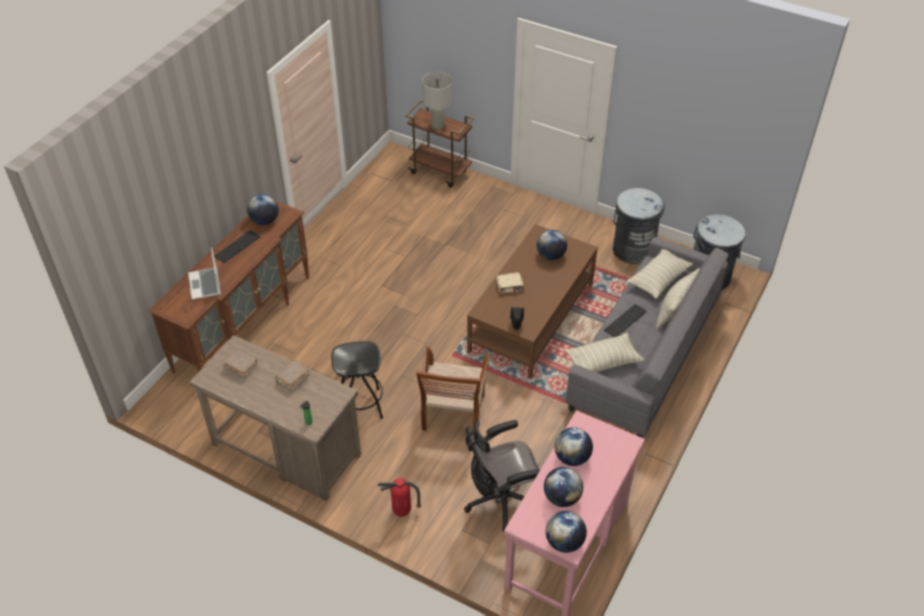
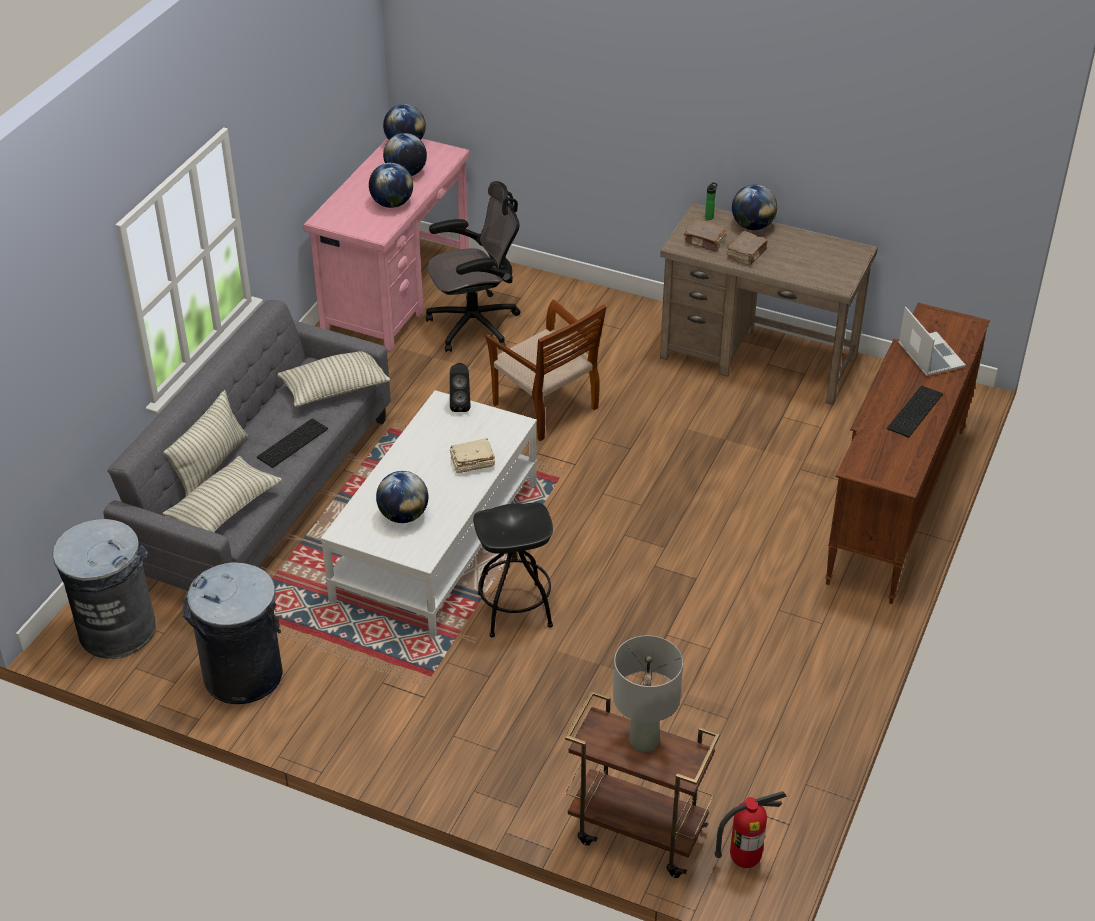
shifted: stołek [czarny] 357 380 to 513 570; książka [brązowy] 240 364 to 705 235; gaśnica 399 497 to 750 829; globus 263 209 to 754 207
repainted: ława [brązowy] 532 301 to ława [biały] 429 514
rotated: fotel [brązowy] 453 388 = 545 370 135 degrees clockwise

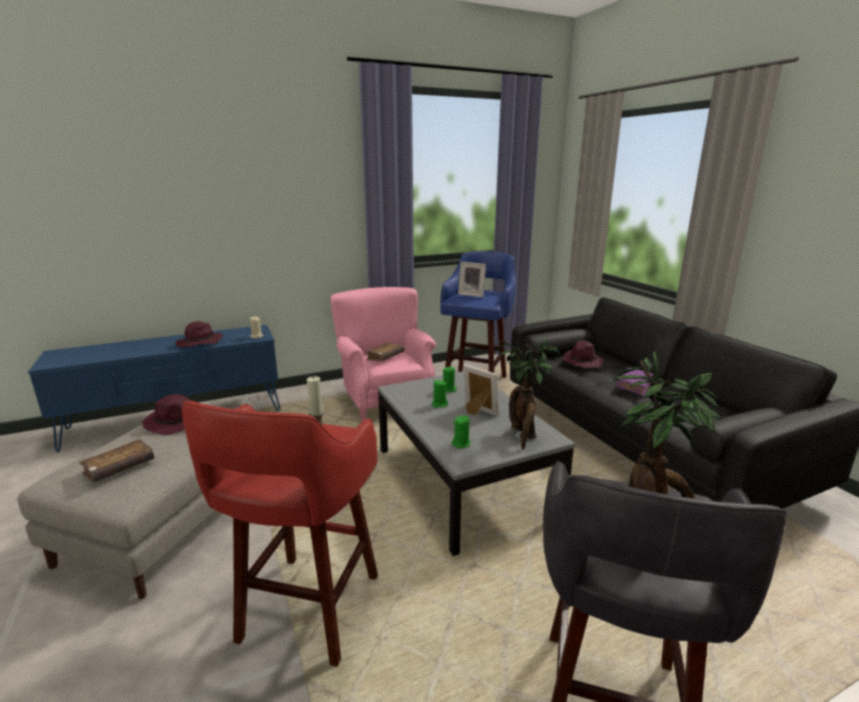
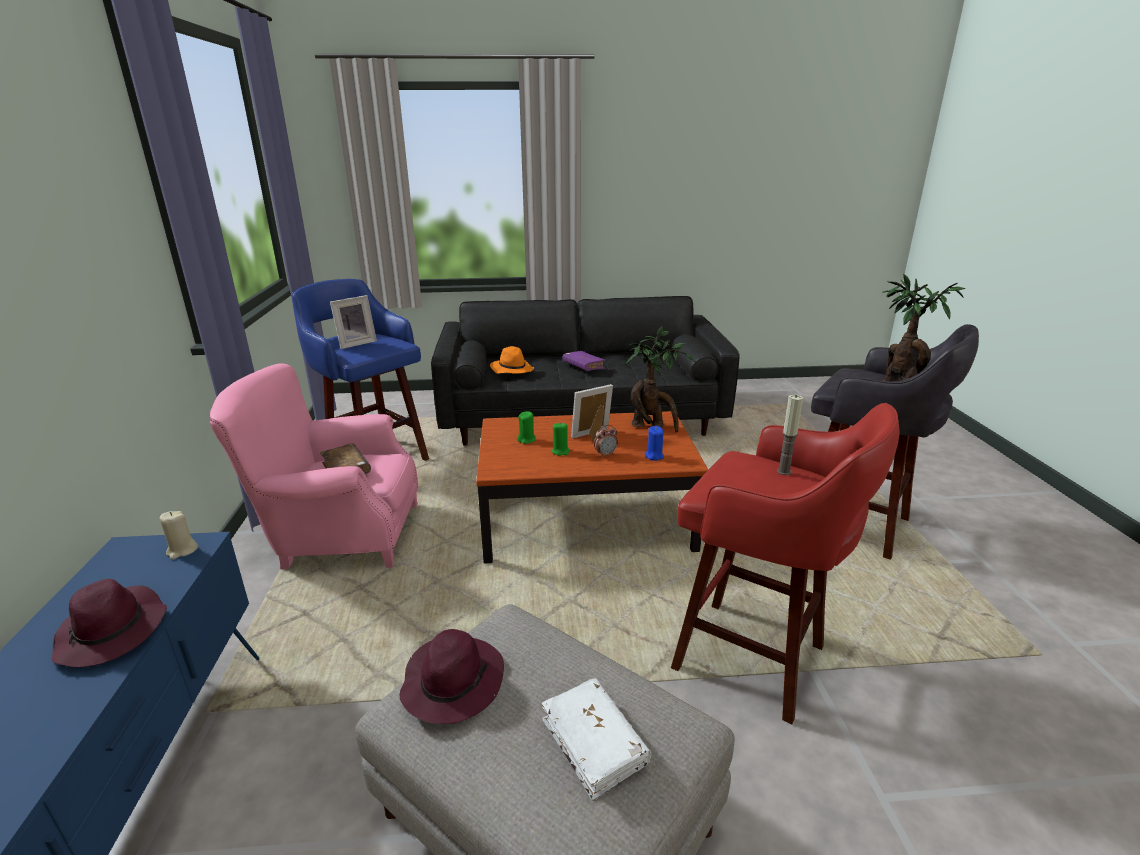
new: budzik 606 441
repainted: ława [szary] 476 463 to ława [brązowy] 592 487; kapelusz [fioletowy] 583 353 to kapelusz [pomarańczowy] 512 360; książka [brązowy] 116 460 to książka [biały] 596 740; świeca [zielony] 461 431 to świeca [niebieski] 654 443

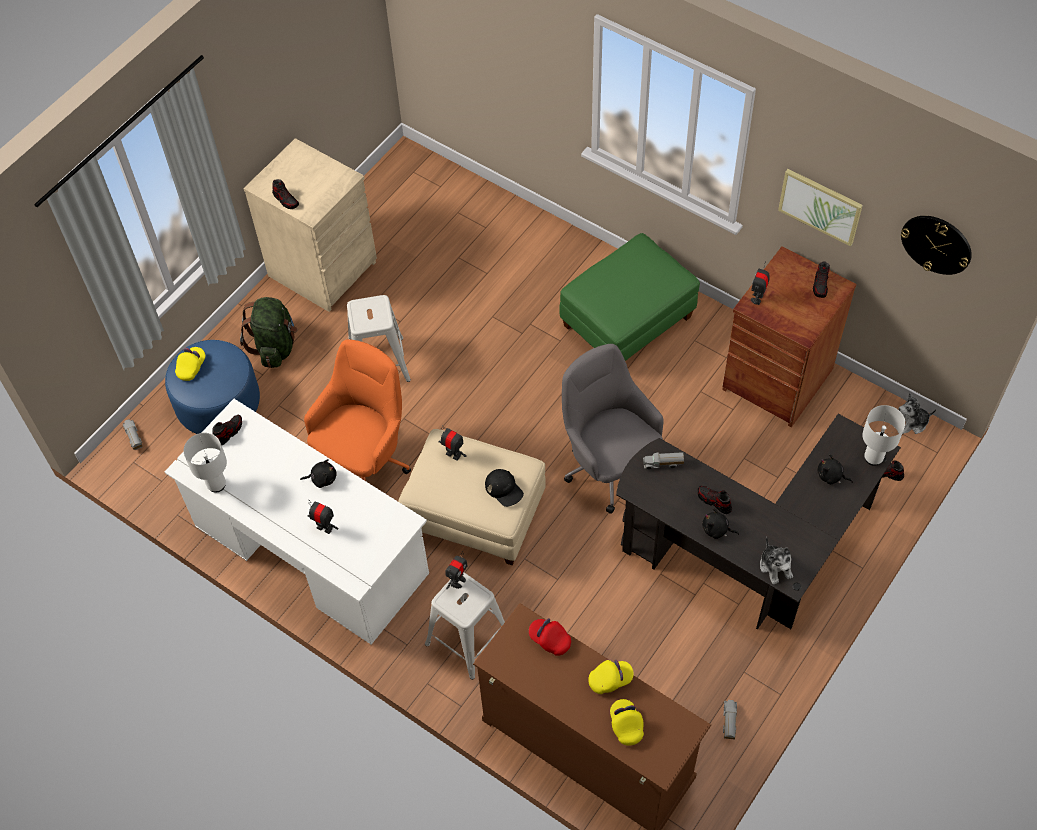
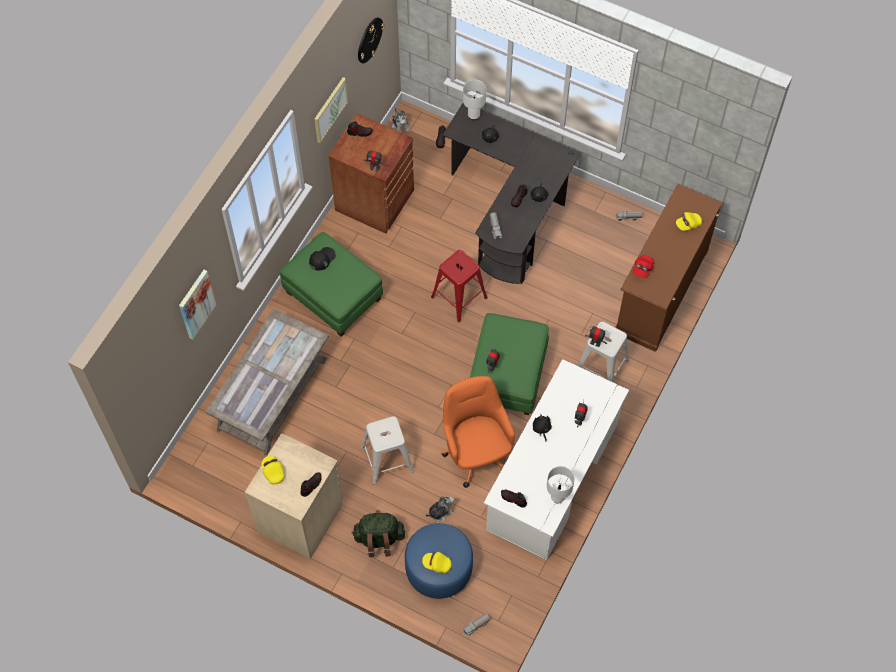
new: obraz 198 304; ława 267 382
shifted: czapka z daszkiem [żółty] 611 677 to 273 470; czapka z daszkiem [czarny] 504 488 to 322 259; pluszak 776 561 to 439 509
swapped: krzesło biurowe [szary] 613 429 to stołek [czerwony] 459 286
repainted: pufa [beżowy] 472 497 to pufa [zielony] 509 364
rotated: krzesło biurowe [pomarańczowy] 357 410 = 478 432 45 degrees clockwise

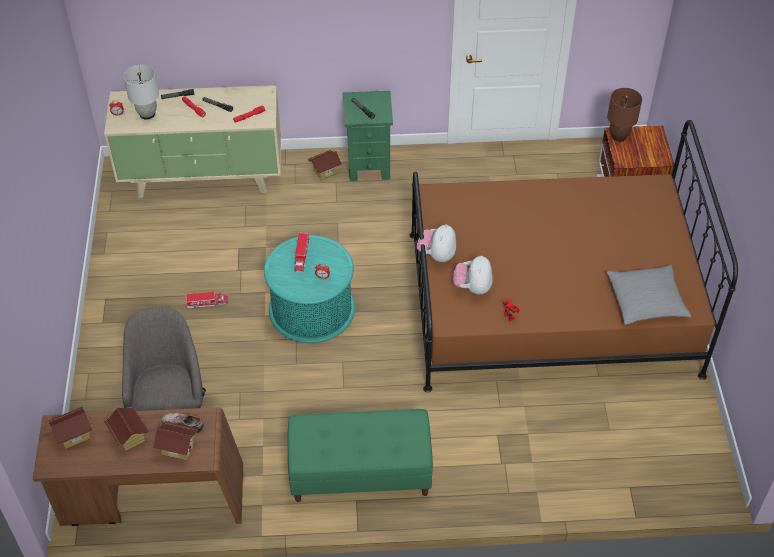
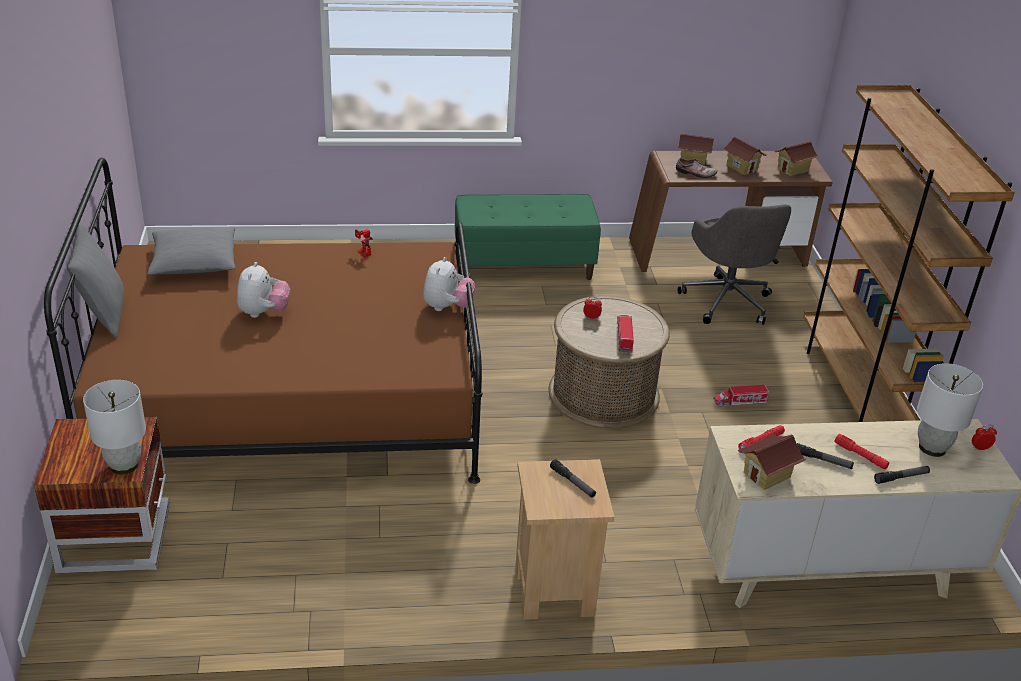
new: poduszka [szary] 95 280; regał [brązowy] 909 253
shifted: pluszak 473 275 to 263 290; domek 325 165 to 772 462
repainted: lampa stołowa [brązowy] 624 115 to lampa stołowa [biały] 114 427; szafka nocna [zielony] 368 136 to szafka nocna [beżowy] 564 539; ława [turkusowy] 309 289 to ława [brązowy] 609 362

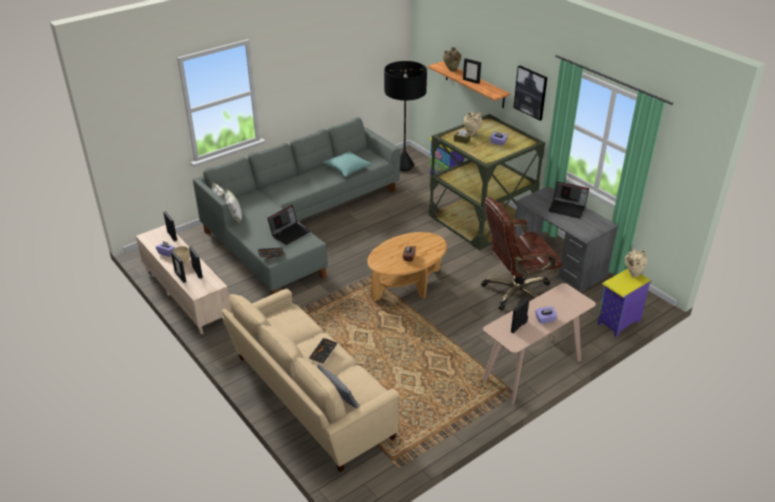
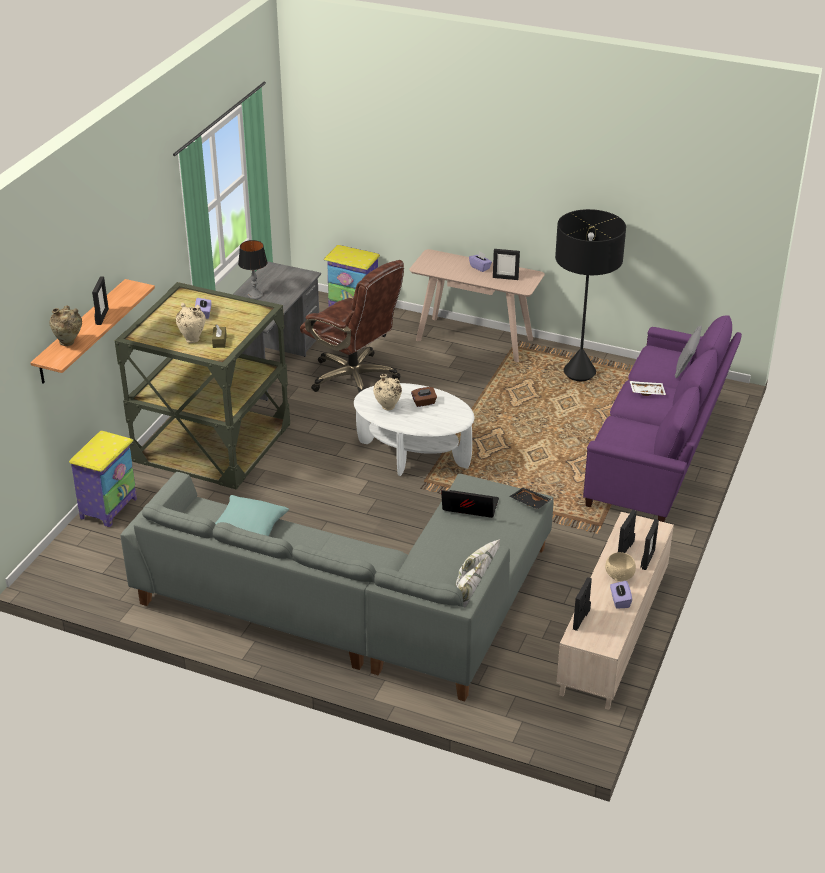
gone: obraz 530 93
shifted: wazon [beżowy] 636 263 to 387 392; lampa stojąca [czarny] 405 116 to 590 295
swapped: laptop 568 200 to lampa stołowa 252 269
repainted: ława [brązowy] 407 266 to ława [biały] 414 429; kanapa [beżowy] 311 380 to kanapa [fioletowy] 662 418; taca [czarny] 323 350 to taca [biały] 648 388

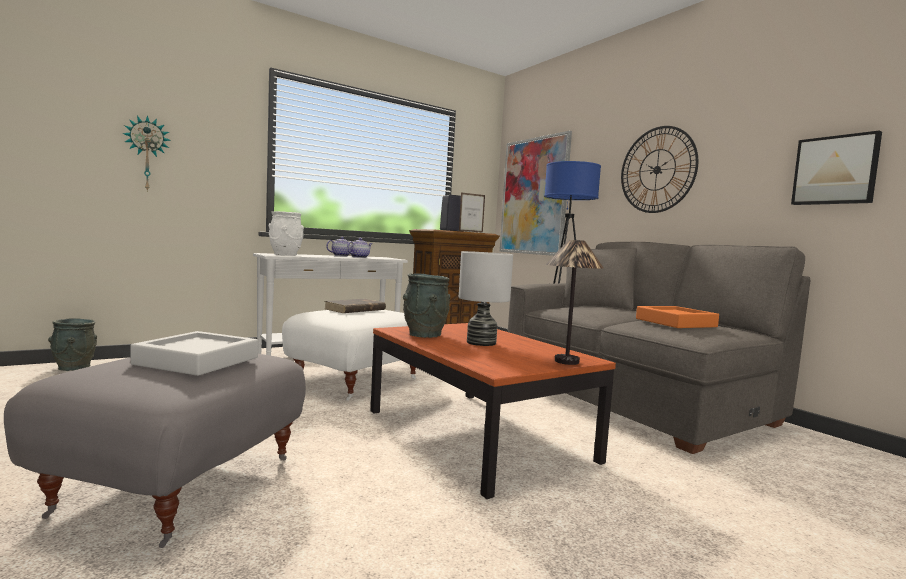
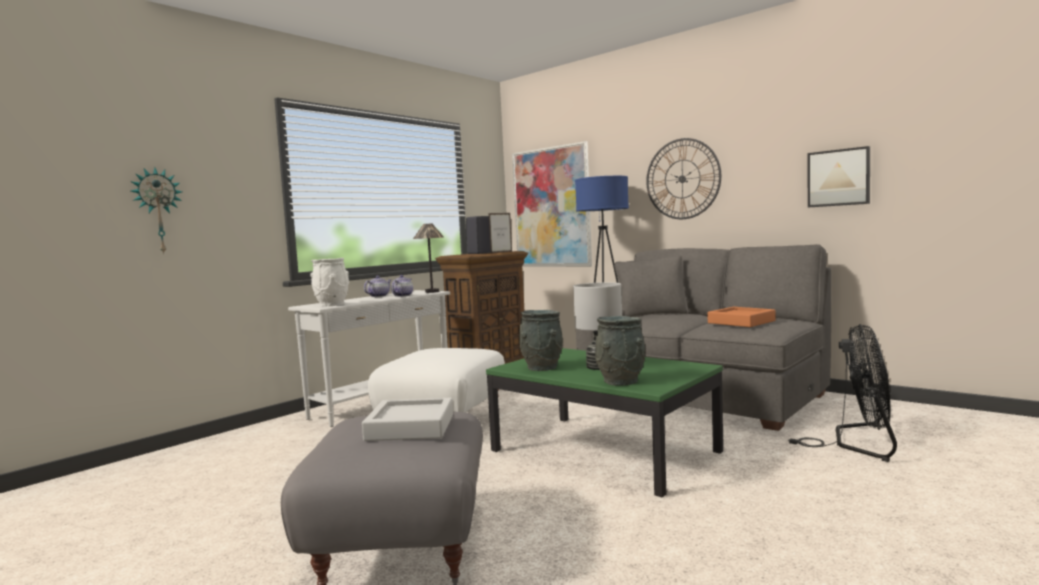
gone: książka [brązowy] 355 306
new: wentylator [czarny] 842 393
shifted: lampa stołowa 574 302 to 428 258; wazon [szary] 72 344 to 620 351
repainted: ława [brązowy] 493 411 to ława [zielony] 604 422

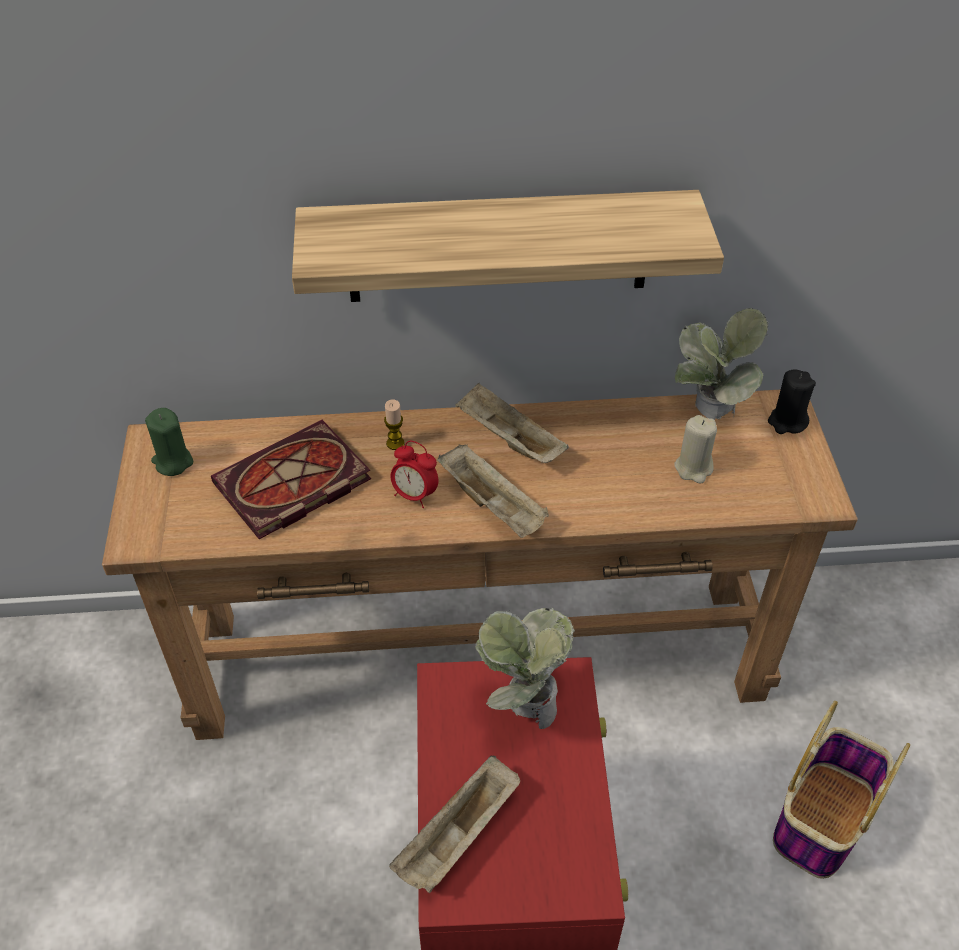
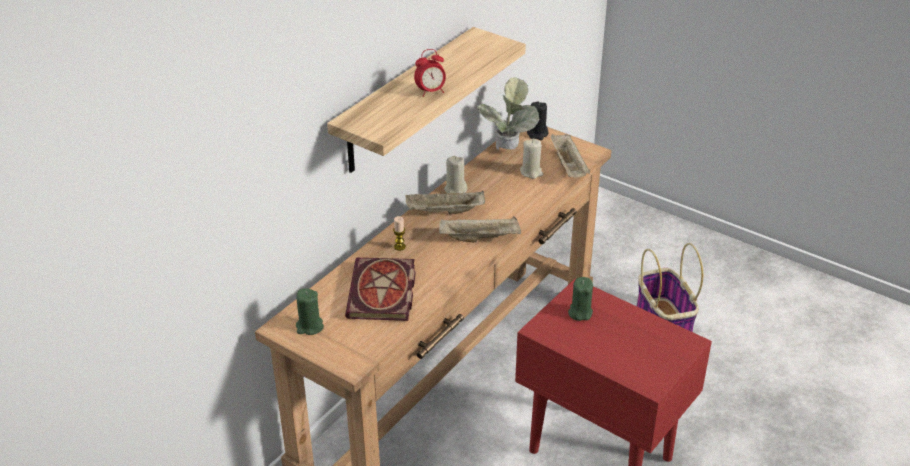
new: świeca [beżowy] 455 174
shifted: budzik 414 474 to 430 73; taca [beżowy] 454 824 to 570 156
swapped: roślina doniczkowa 525 668 to świeca [zielony] 580 299

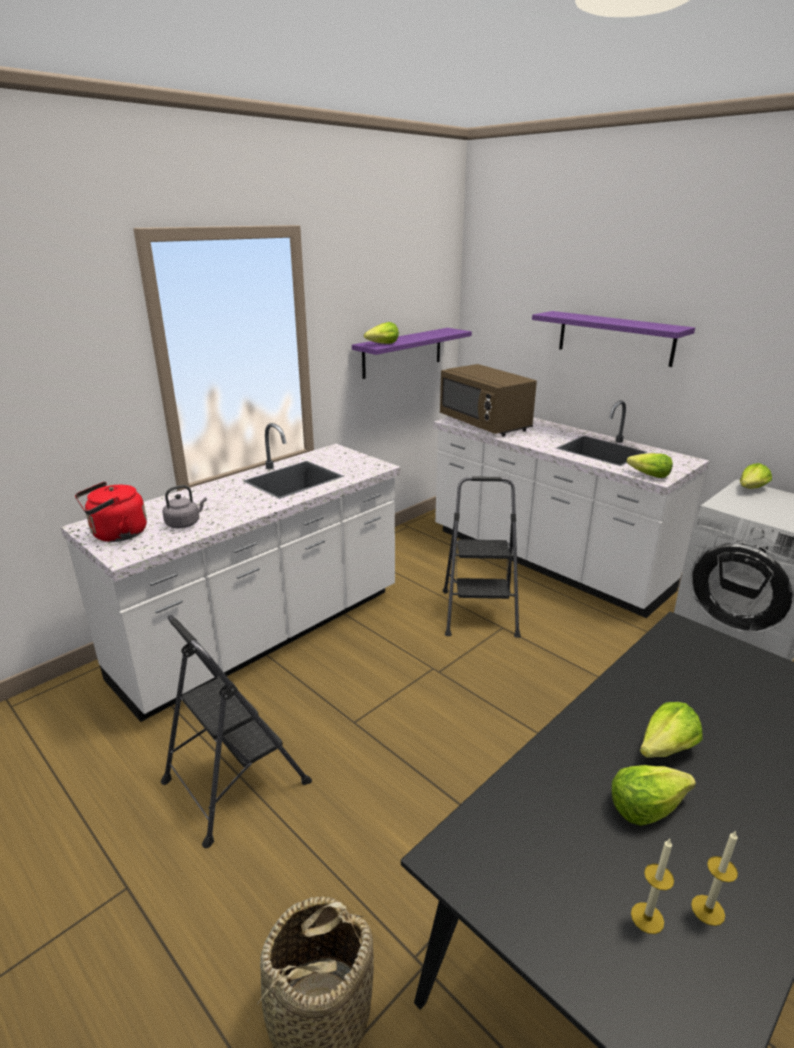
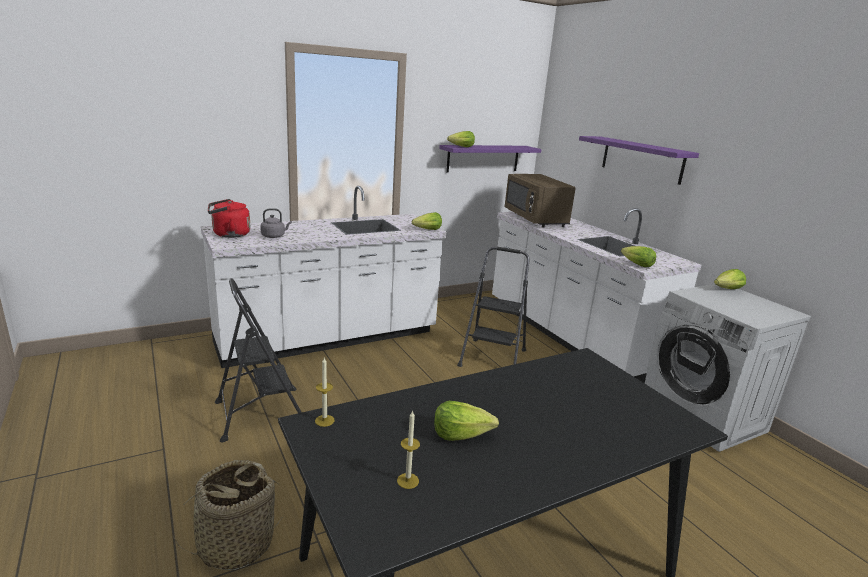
shifted: świeca 714 878 to 325 392; sałata 671 730 to 427 221

